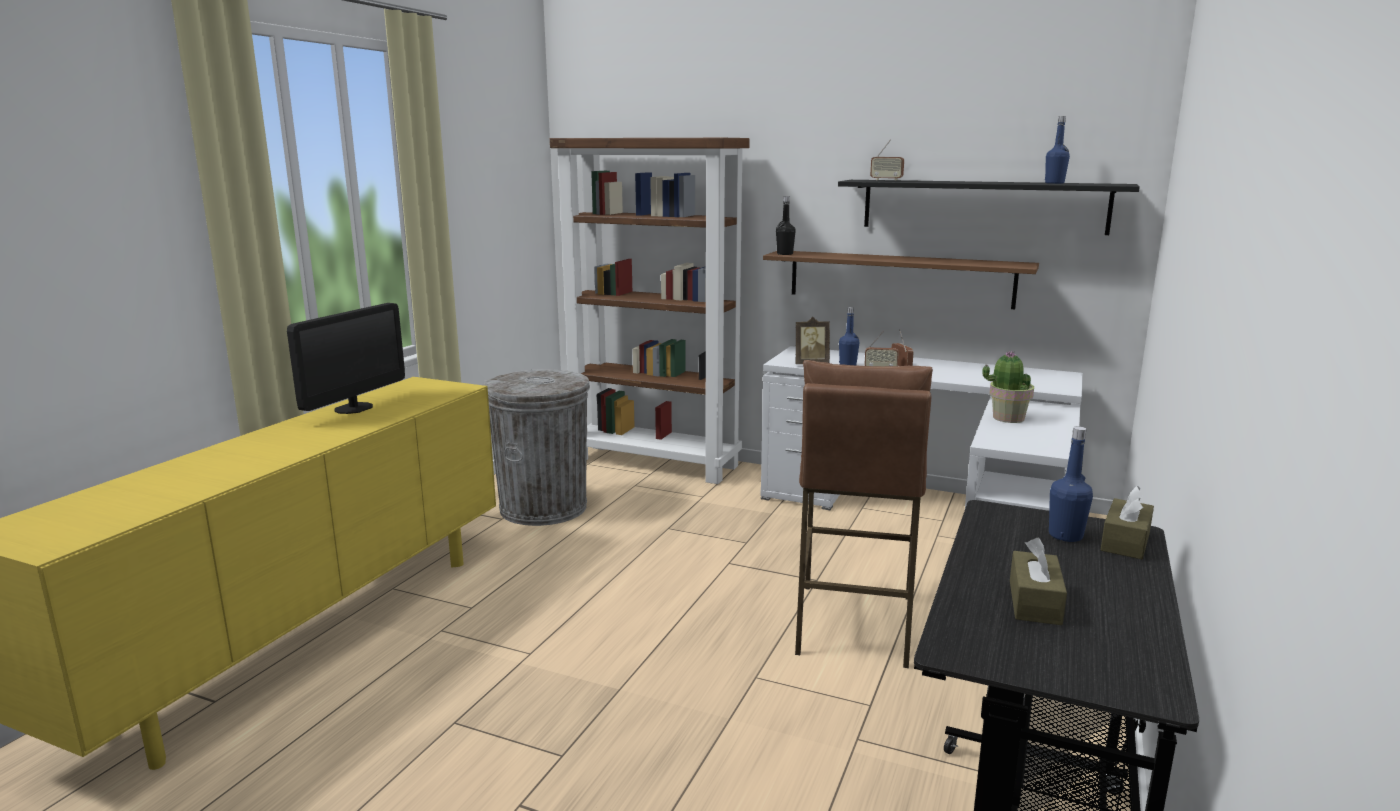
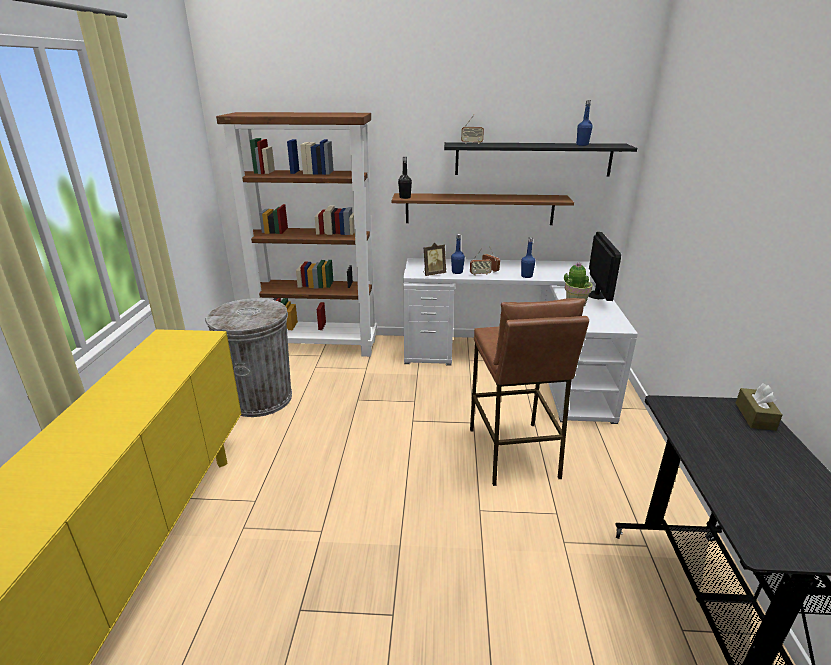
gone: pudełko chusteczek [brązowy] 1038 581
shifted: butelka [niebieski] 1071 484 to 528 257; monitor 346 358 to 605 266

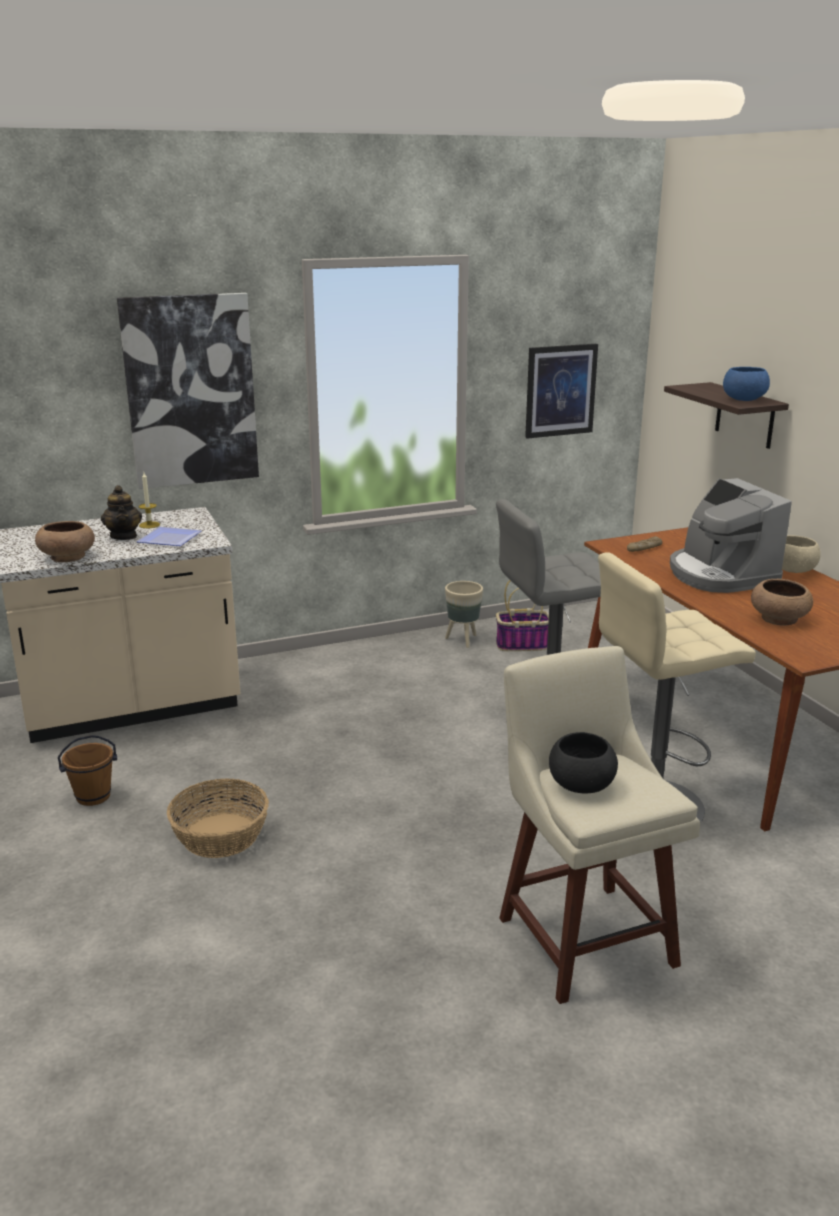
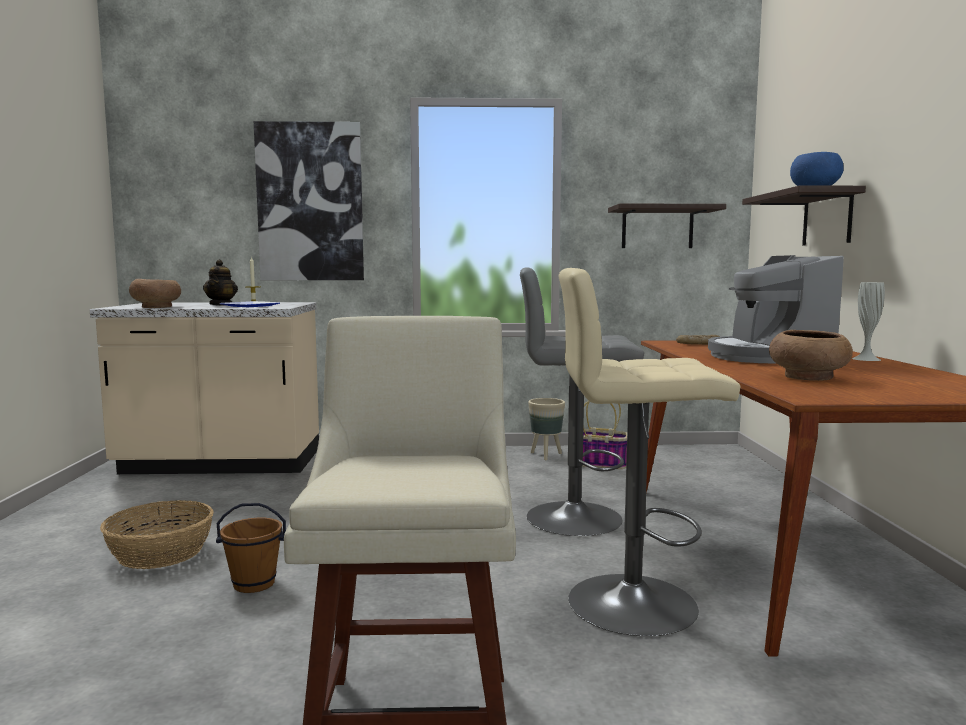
gone: miska [czarny] 583 762
shifted: wiadro [brązowy] 87 770 to 251 548
swapped: obraz 561 391 to półka 667 226; miska [beżowy] 801 554 to wazon [biały] 868 321

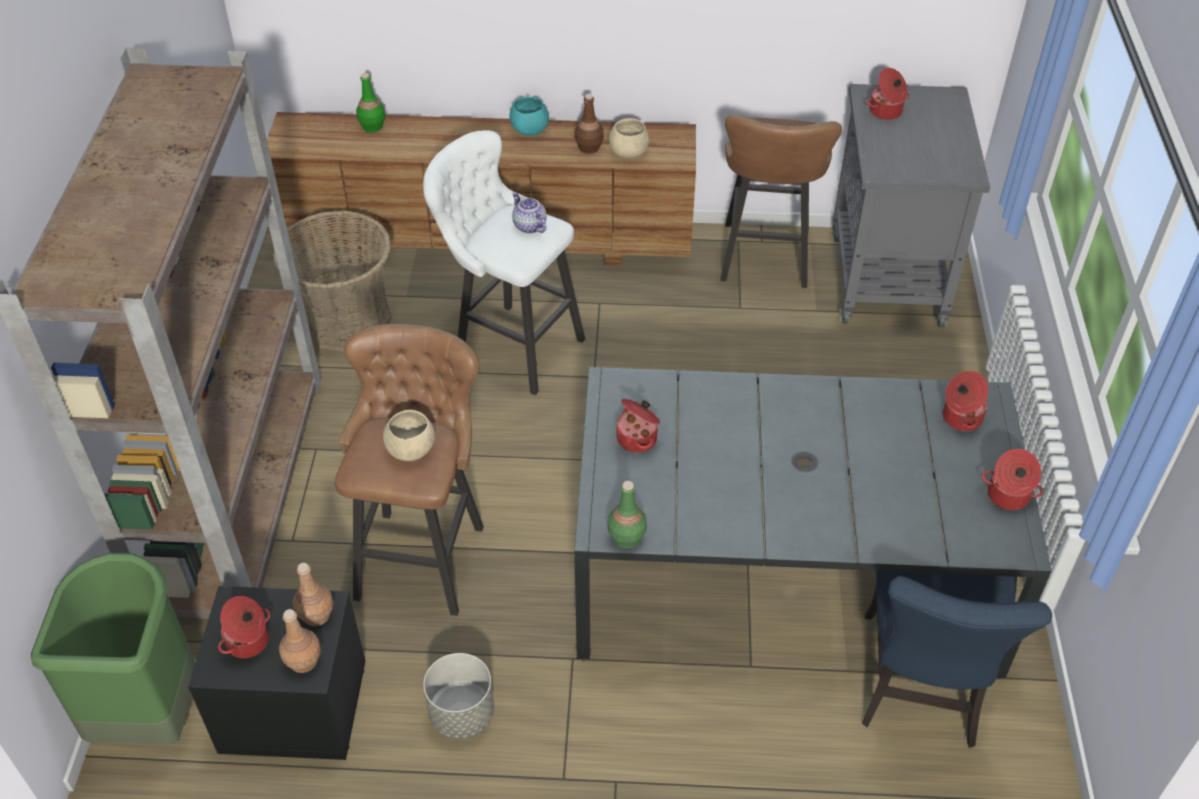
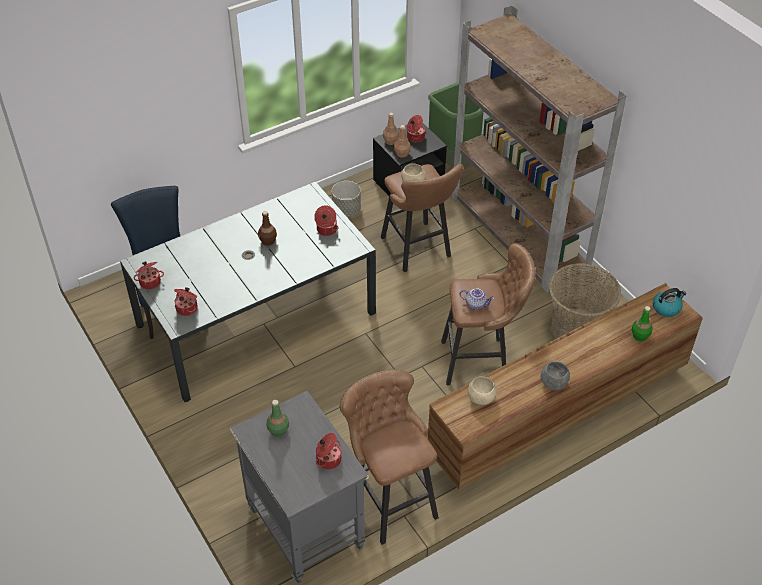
new: czajnik 669 302
shifted: butelka [brązowy] 589 124 to 267 228; butelka [zielony] 627 514 to 277 418
repainted: stołek [biały] 504 262 to stołek [brązowy] 488 314; miska [turkusowy] 529 116 to miska [szary] 555 375

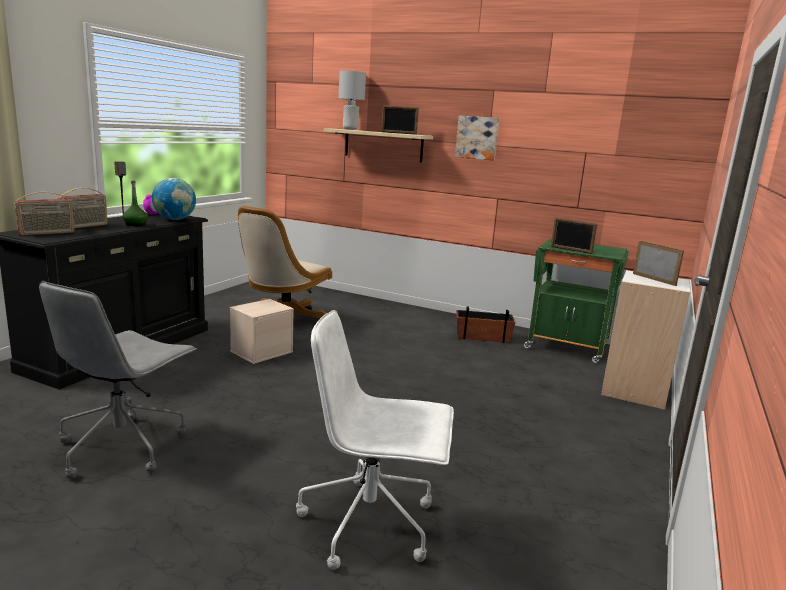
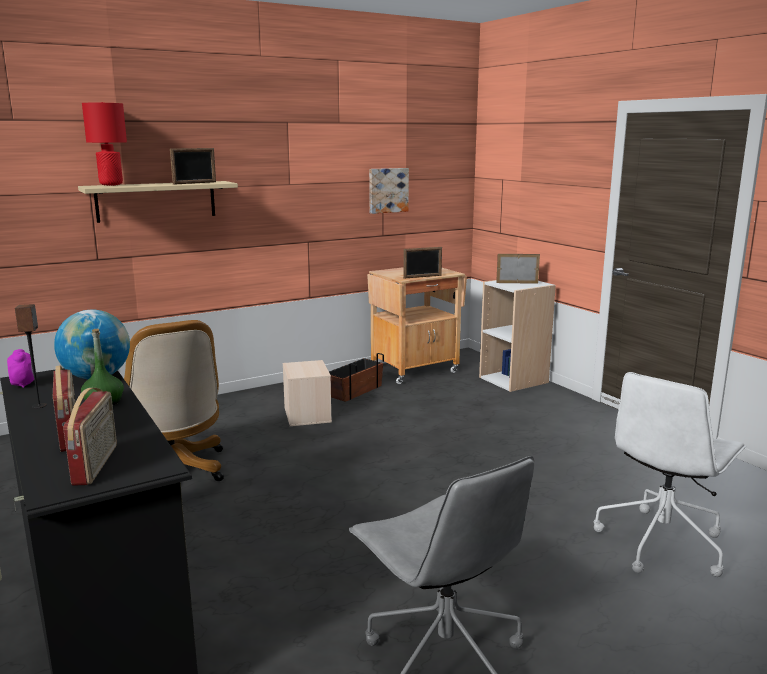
shifted: pojemnik do przechowywania [beżowy] 262 331 to 307 393; obraz 477 138 to 389 191
repainted: lampa stołowa [szary] 352 100 to lampa stołowa [czerwony] 104 144; wózek [zielony] 576 300 to wózek [brązowy] 417 325

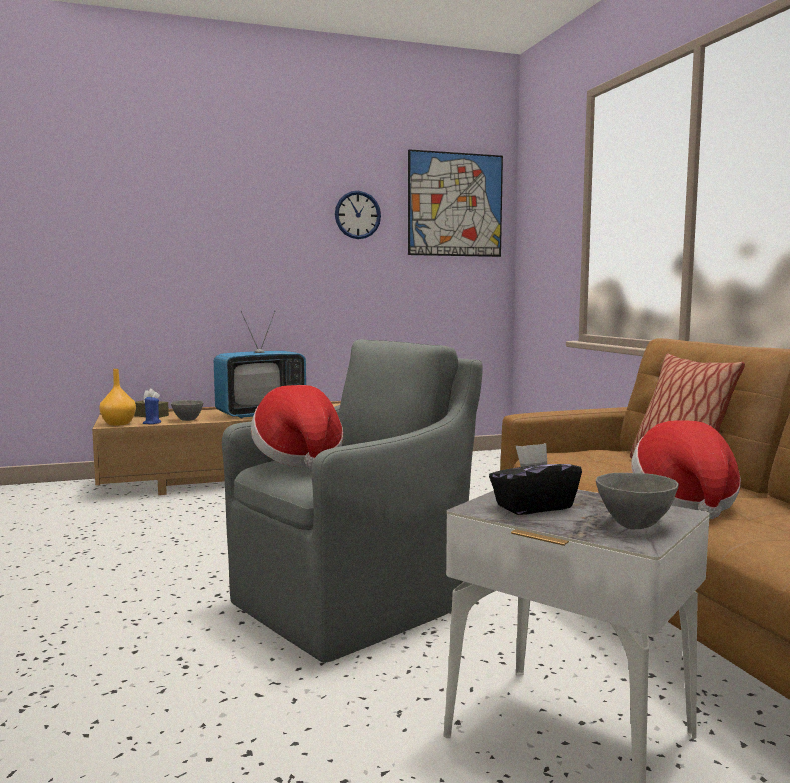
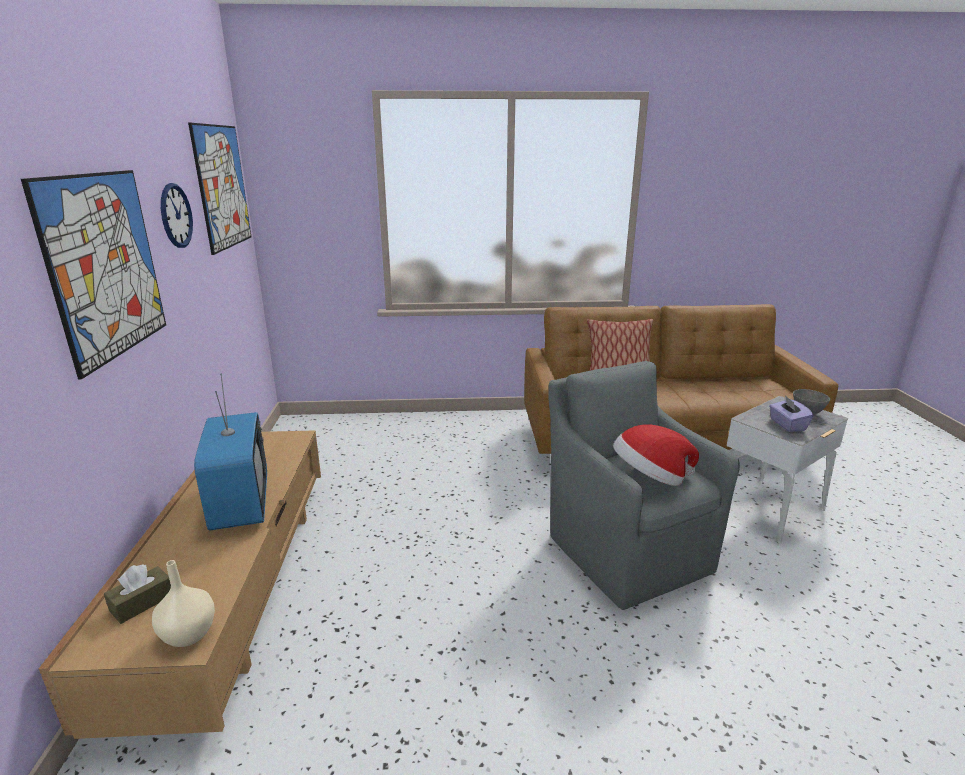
gone: świeca [niebieski] 152 410; miska [szary] 187 410; kapelusz 686 470
new: obraz 93 274
repainted: wazon [pomarańczowy] 117 397 to wazon [beżowy] 183 603; pudełko chusteczek [czarny] 535 479 to pudełko chusteczek [fioletowy] 791 414

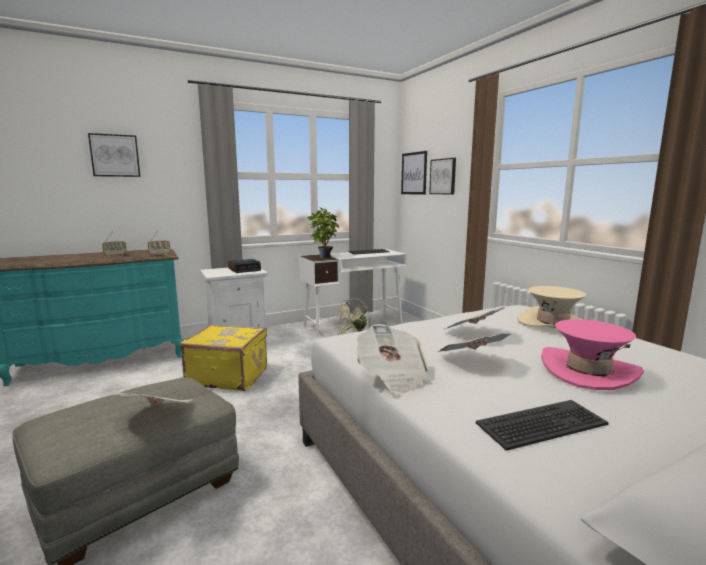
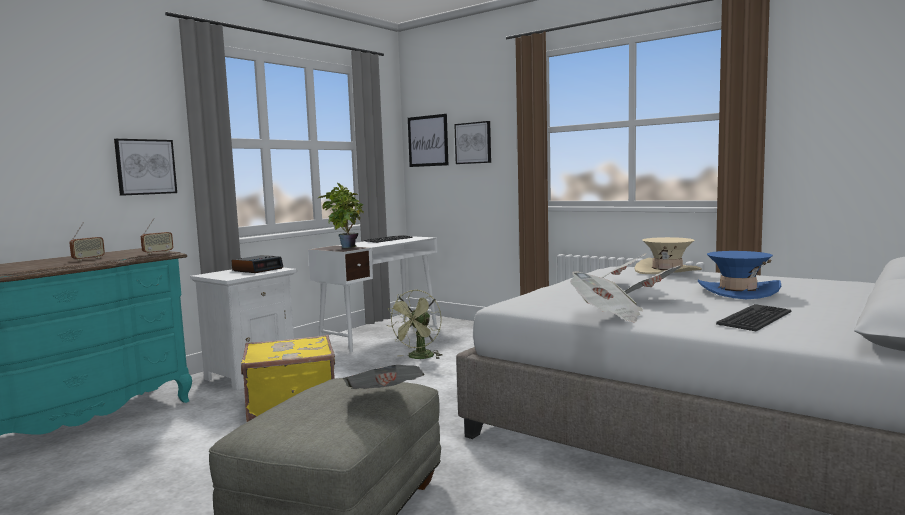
shifted: obraz 114 155 to 145 167
repainted: kapelusz [różowy] 592 354 to kapelusz [niebieski] 739 275

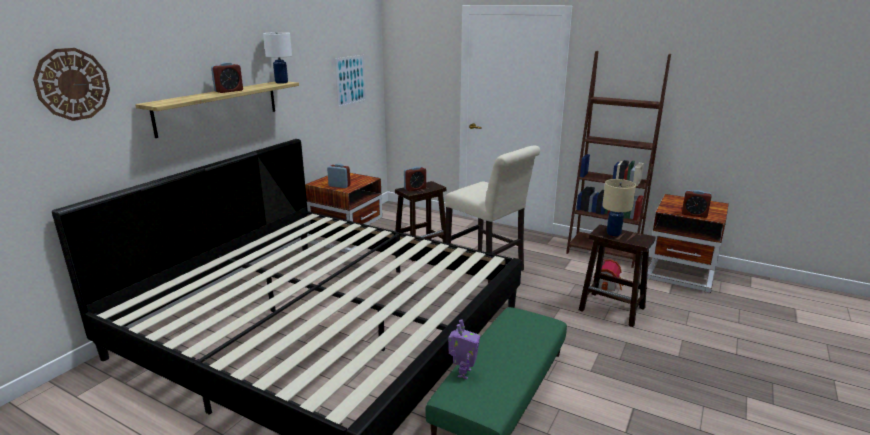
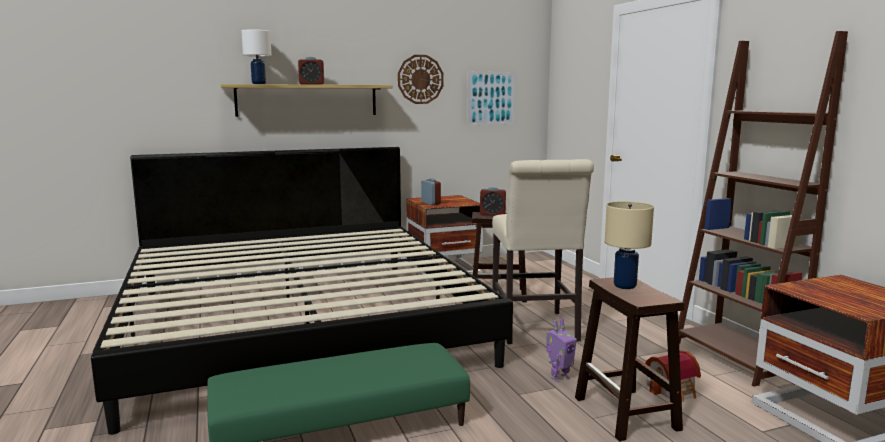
gone: budzik 696 204
shifted: lampa stołowa [biały] 277 58 to 256 57; zegar ścienny 71 84 to 420 79; robot zabawkowy 464 349 to 561 350

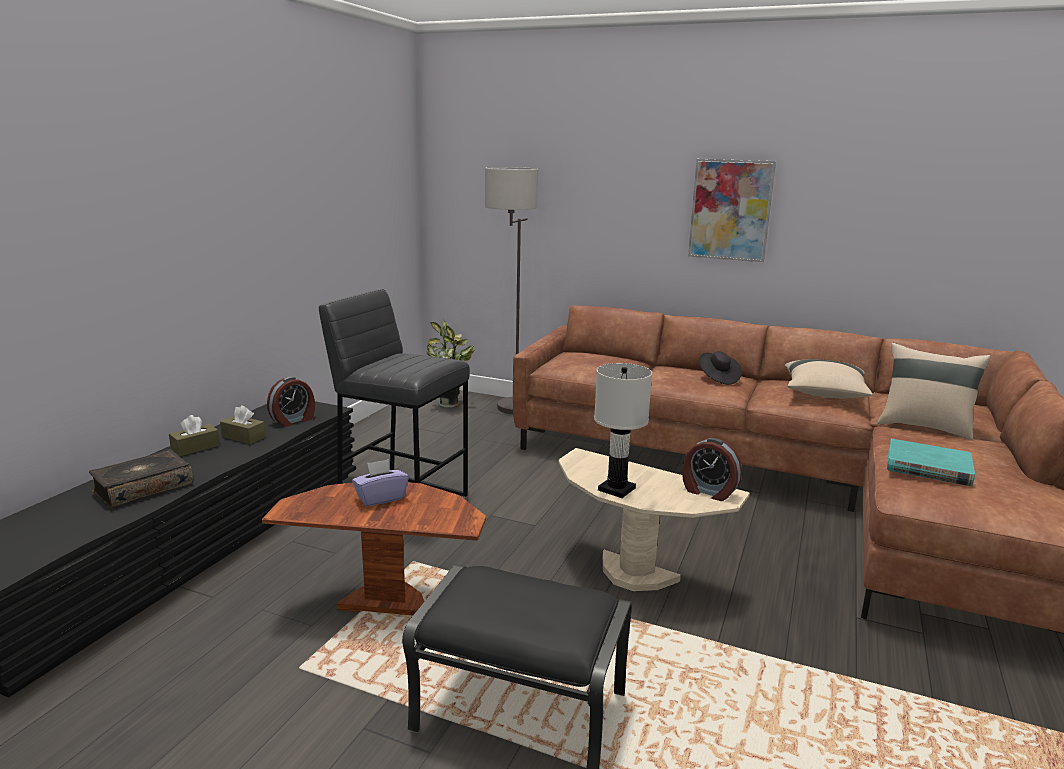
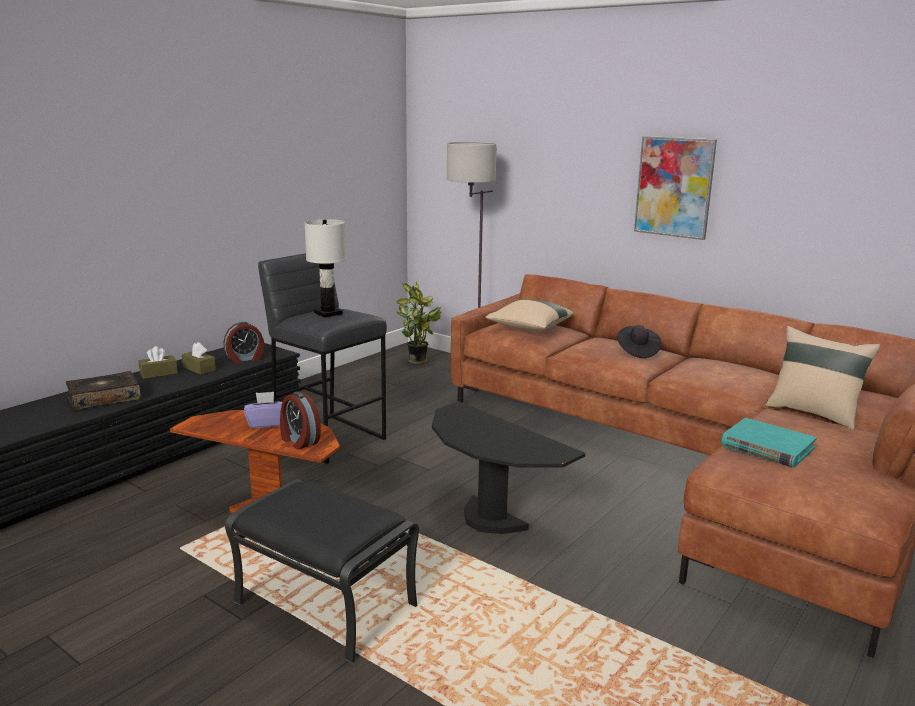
shifted: budzik 712 469 to 300 420; lampa stołowa [biały] 623 430 to 325 268; poduszka [beżowy] 828 378 to 529 315
repainted: stolik [beżowy] 654 519 to stolik [czarny] 508 467

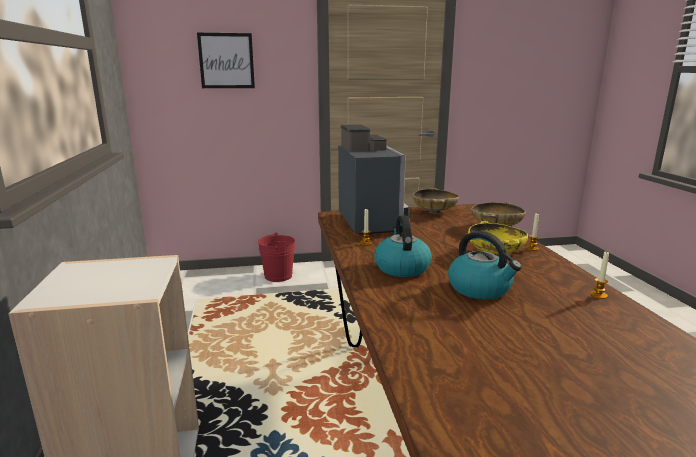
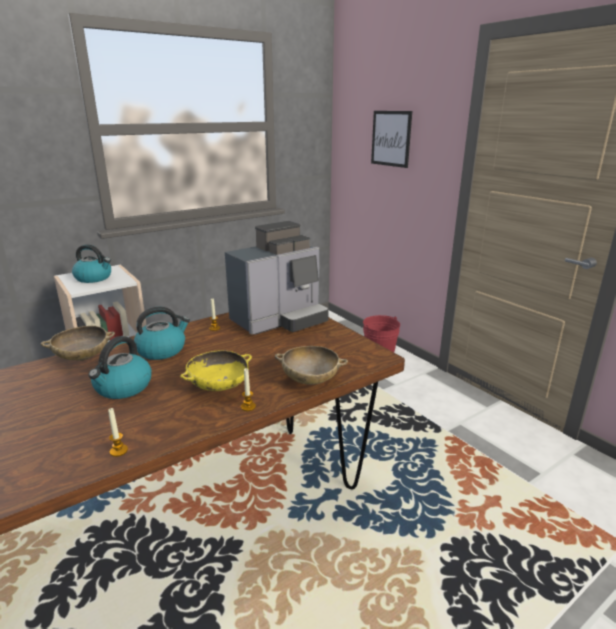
new: czajnik 91 263
shifted: miska [beżowy] 436 200 to 78 343

